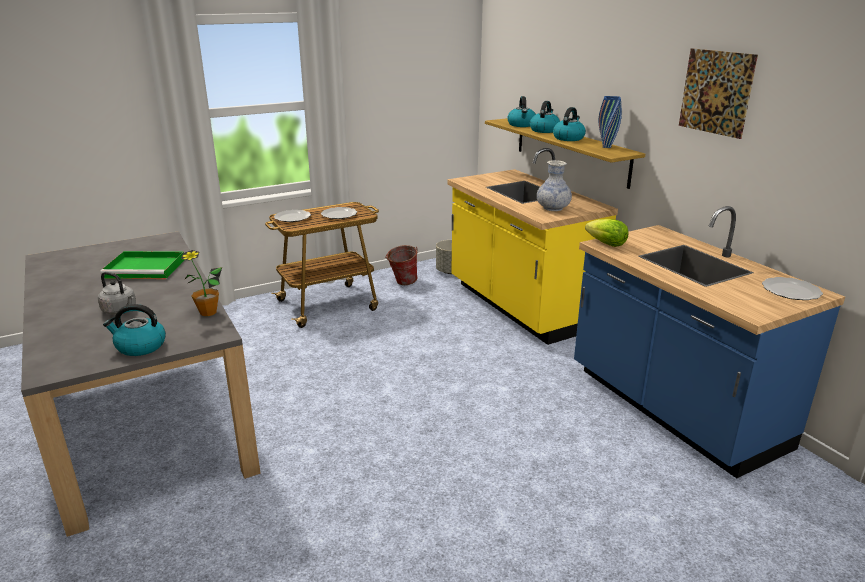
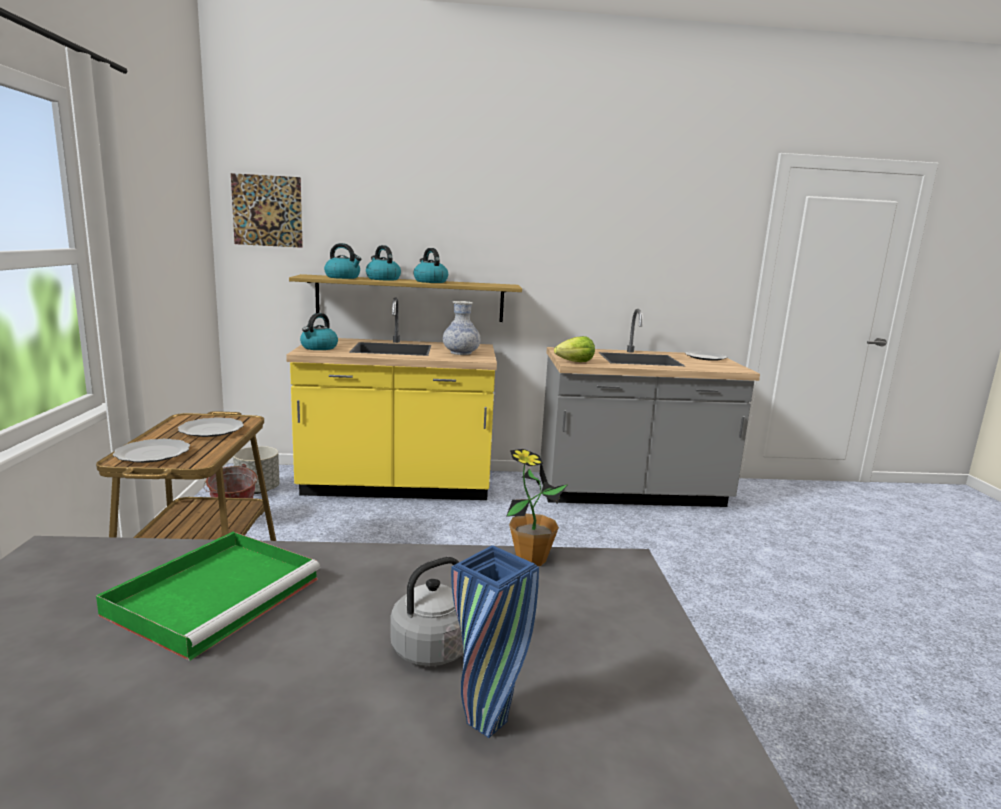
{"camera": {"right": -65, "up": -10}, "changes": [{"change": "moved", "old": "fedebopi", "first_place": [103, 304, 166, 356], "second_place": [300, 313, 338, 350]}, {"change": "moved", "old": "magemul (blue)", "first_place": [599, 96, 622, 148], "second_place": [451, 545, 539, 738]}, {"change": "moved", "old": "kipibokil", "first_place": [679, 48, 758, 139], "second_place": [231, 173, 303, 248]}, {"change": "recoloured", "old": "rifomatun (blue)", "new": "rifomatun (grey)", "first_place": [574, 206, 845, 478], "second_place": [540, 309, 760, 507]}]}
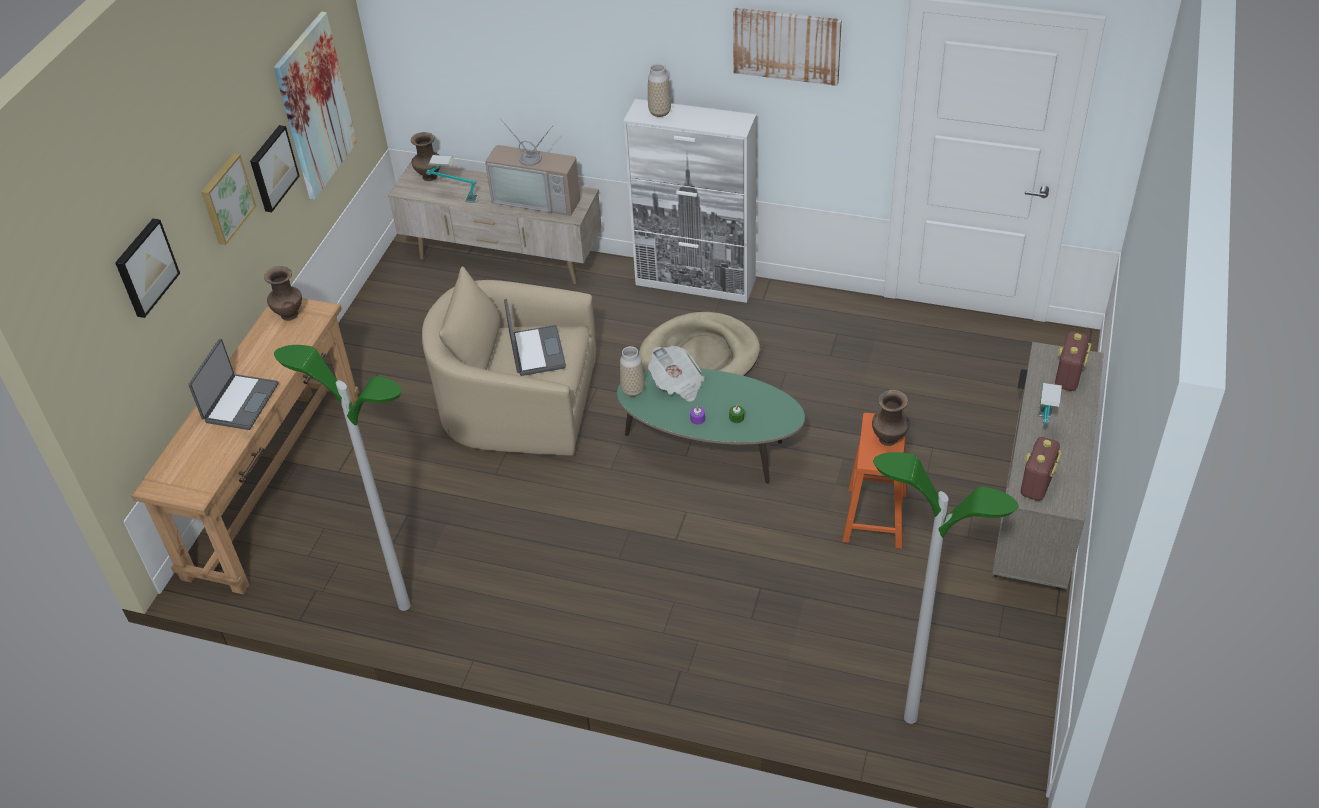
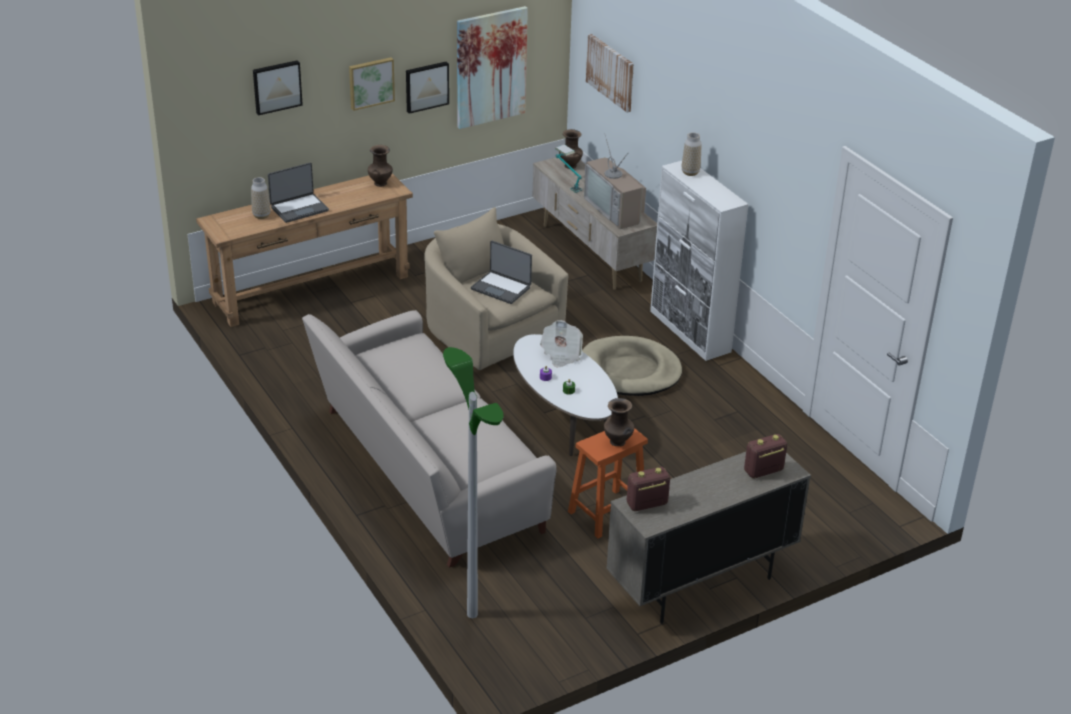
{"camera": {"right": 40, "up": -10}, "changes": [{"change": "removed", "old": "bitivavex", "first_place": [274, 345, 411, 611]}, {"change": "removed", "old": "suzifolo", "first_place": [1038, 383, 1062, 425]}, {"change": "added", "new": "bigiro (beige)", "second_place": [302, 310, 557, 568]}, {"change": "moved", "old": "magemul", "first_place": [620, 346, 645, 397], "second_place": [251, 177, 271, 219]}, {"change": "moved", "old": "kipibokil", "first_place": [733, 7, 842, 86], "second_place": [586, 34, 634, 113]}, {"change": "recoloured", "old": "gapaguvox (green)", "new": "gapaguvox (white)", "first_place": [617, 368, 805, 483], "second_place": [513, 334, 618, 456]}, {"change": "turned", "old": "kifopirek", "first_place": [504, 299, 566, 376], "second_place": [471, 241, 532, 304], "degrees": 90}]}
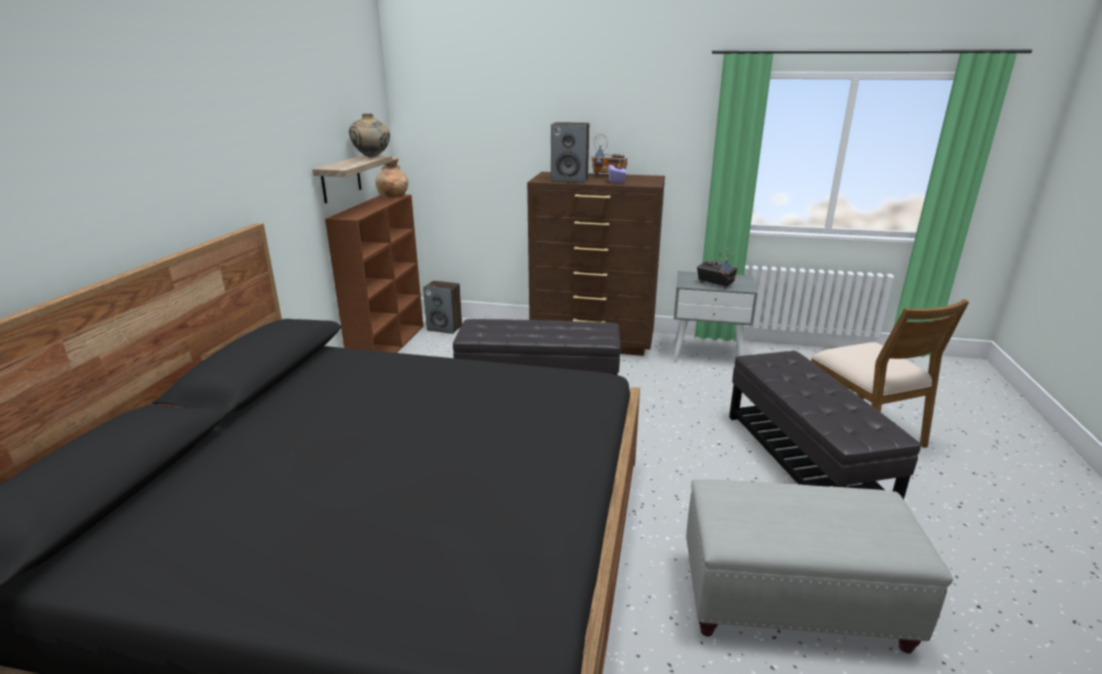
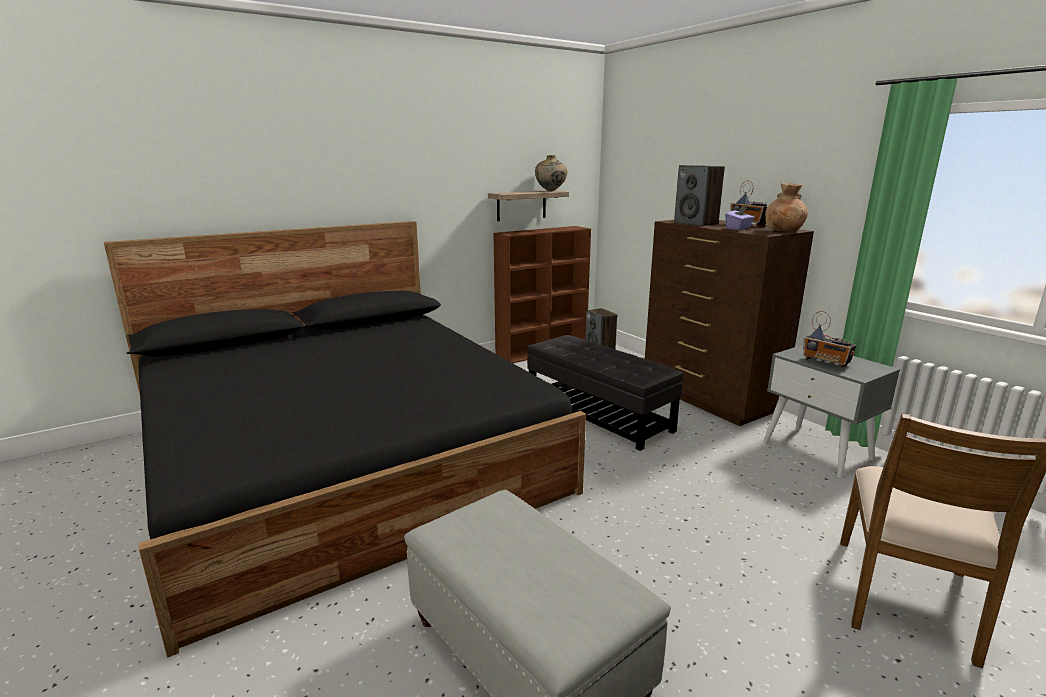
{"camera": {"right": 45, "up": -5}, "changes": [{"change": "removed", "old": "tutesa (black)", "first_place": [729, 351, 921, 499]}, {"change": "moved", "old": "magemul (brown)", "first_place": [375, 157, 408, 197], "second_place": [765, 183, 808, 231]}, {"change": "turned", "old": "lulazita", "first_place": [697, 248, 737, 289], "second_place": [803, 311, 857, 368], "degrees": 135}]}
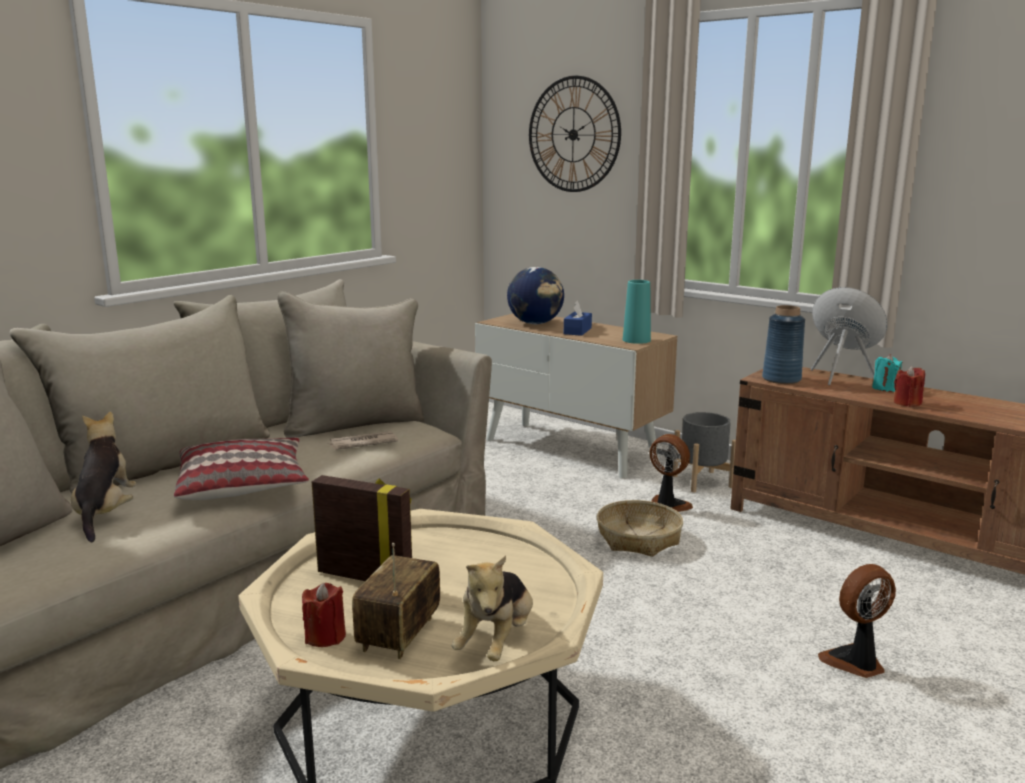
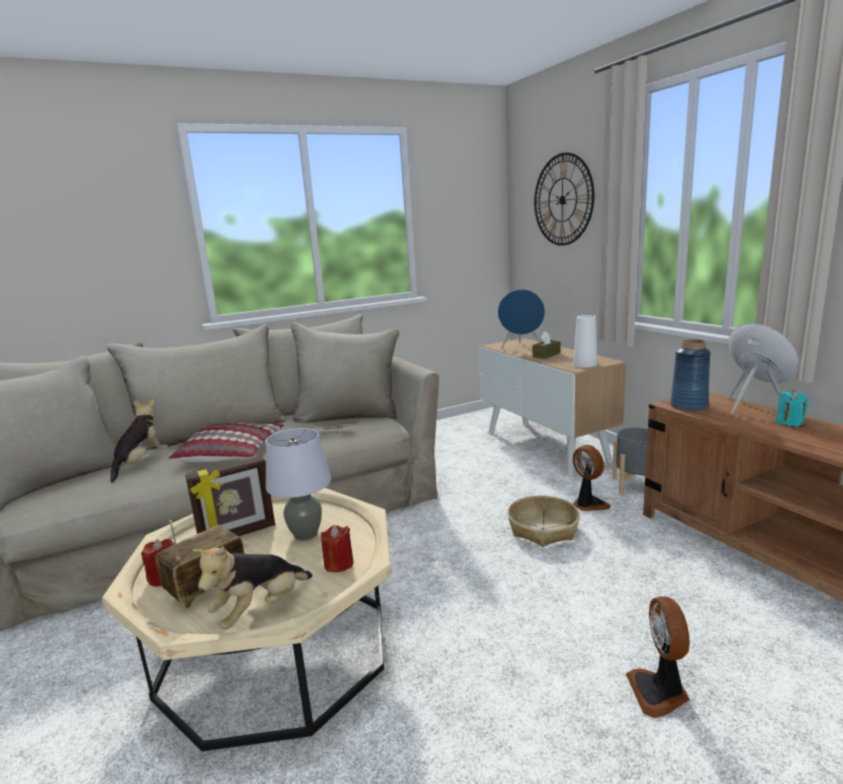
{"camera": {"right": 25, "up": 0}, "changes": [{"change": "added", "new": "suzifolo (grey)", "second_place": [266, 428, 331, 541]}, {"change": "moved", "old": "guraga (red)", "first_place": [894, 366, 925, 407], "second_place": [321, 525, 354, 572]}, {"change": "replaced", "old": "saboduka", "new": "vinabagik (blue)", "first_place": [507, 267, 564, 324], "second_place": [498, 289, 545, 350]}, {"change": "recoloured", "old": "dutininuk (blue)", "new": "dutininuk (brown)", "first_place": [564, 301, 592, 336], "second_place": [532, 331, 561, 359]}, {"change": "recoloured", "old": "magemul (turquoise)", "new": "magemul (white)", "first_place": [623, 280, 651, 344], "second_place": [573, 315, 597, 367]}, {"change": "turned", "old": "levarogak", "first_place": [312, 475, 412, 581], "second_place": [185, 456, 275, 536], "degrees": 105}, {"change": "turned", "old": "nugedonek", "first_place": [818, 564, 896, 678], "second_place": [626, 596, 690, 718], "degrees": -90}]}
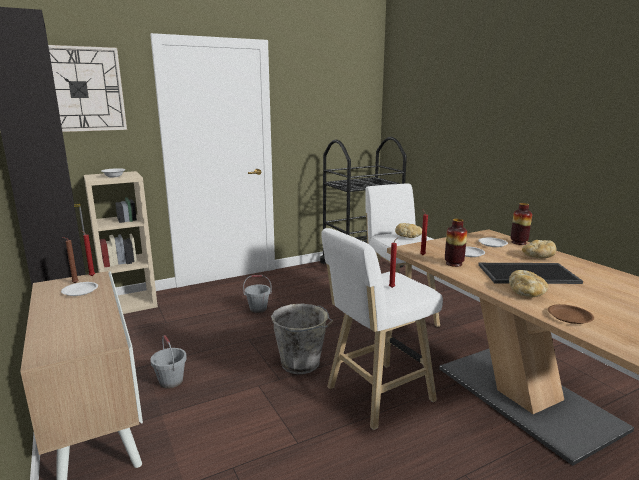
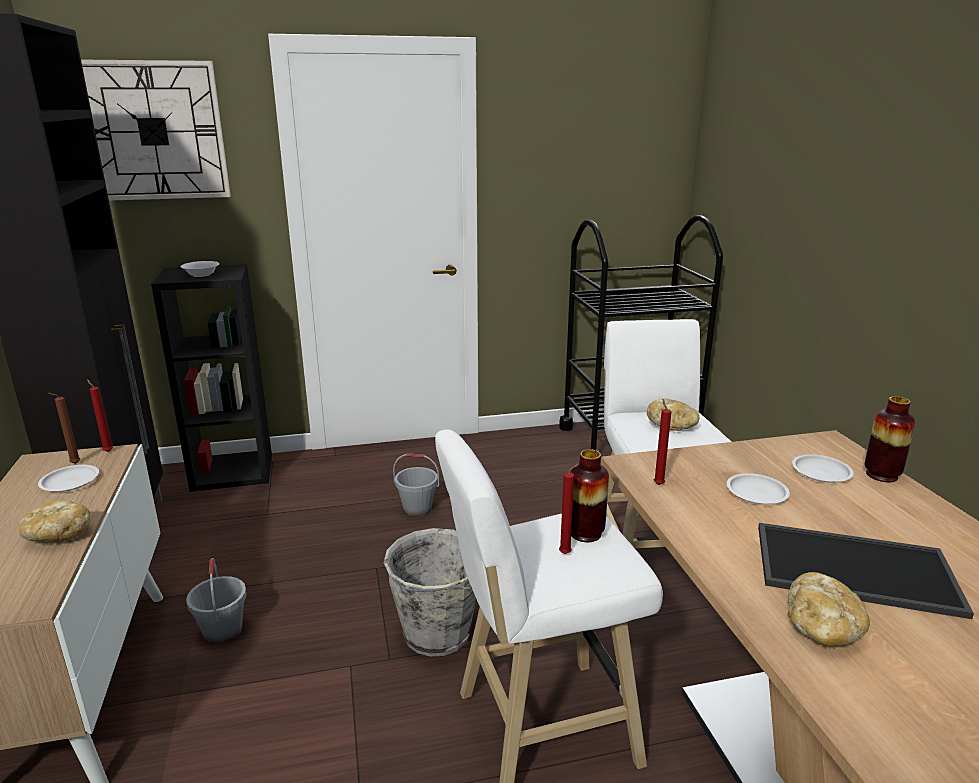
{"camera": {"right": 15, "up": 5}, "changes": [{"change": "removed", "old": "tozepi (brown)", "first_place": [548, 304, 594, 324]}, {"change": "moved", "old": "magemul", "first_place": [445, 219, 467, 267], "second_place": [570, 449, 609, 542]}, {"change": "moved", "old": "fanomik", "first_place": [522, 240, 556, 259], "second_place": [19, 500, 90, 542]}, {"change": "recoloured", "old": "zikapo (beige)", "new": "zikapo (black)", "first_place": [84, 171, 158, 314], "second_place": [151, 264, 272, 492]}]}
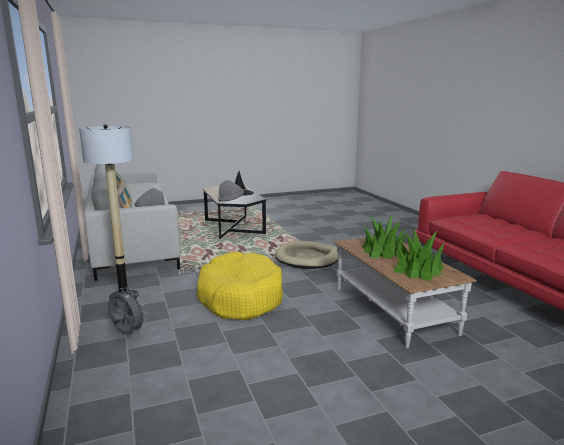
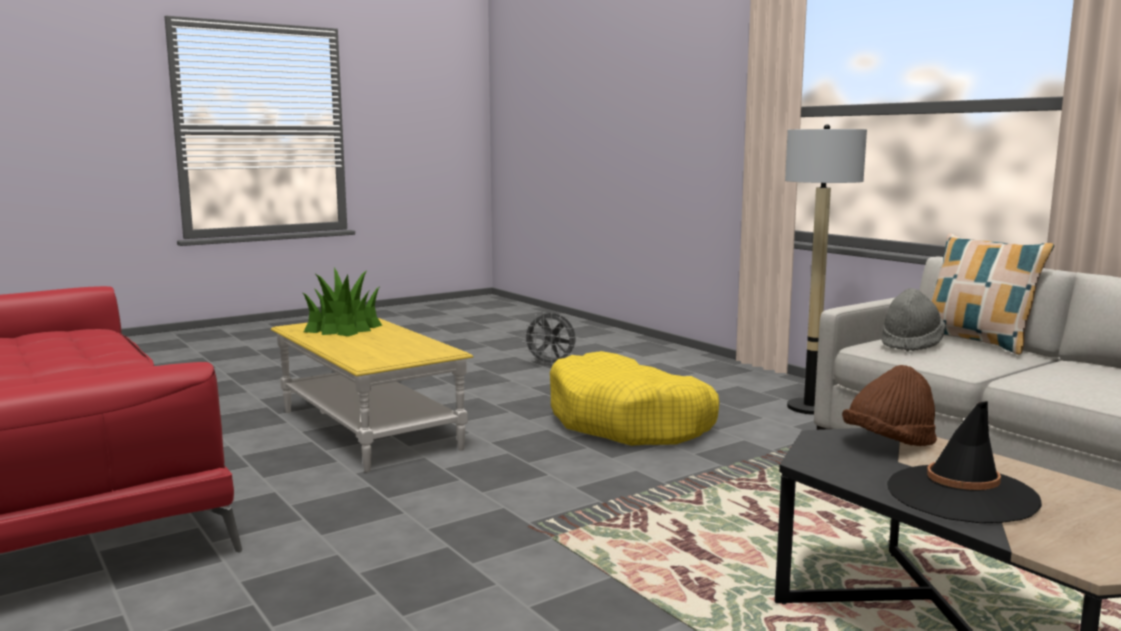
{"camera": {"right": 165, "up": -5}, "changes": [{"change": "removed", "old": "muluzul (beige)", "first_place": [275, 241, 338, 269]}, {"change": "removed", "old": "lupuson", "first_place": [362, 215, 407, 259]}, {"change": "moved", "old": "nugedonek (grey)", "first_place": [108, 288, 147, 334], "second_place": [522, 312, 575, 366]}, {"change": "recoloured", "old": "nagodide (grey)", "new": "nagodide (brown)", "first_place": [218, 180, 244, 201], "second_place": [842, 365, 937, 446]}, {"change": "recoloured", "old": "gapaguvox (brown)", "new": "gapaguvox (yellow)", "first_place": [334, 236, 477, 348], "second_place": [271, 318, 473, 472]}]}
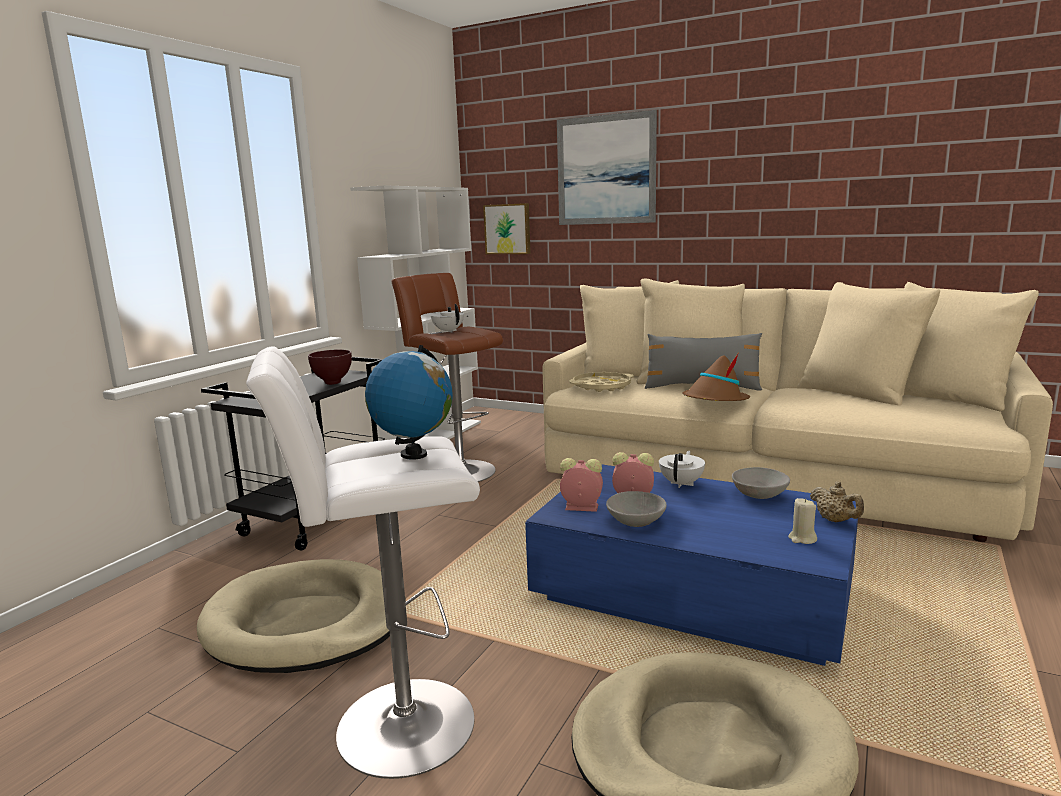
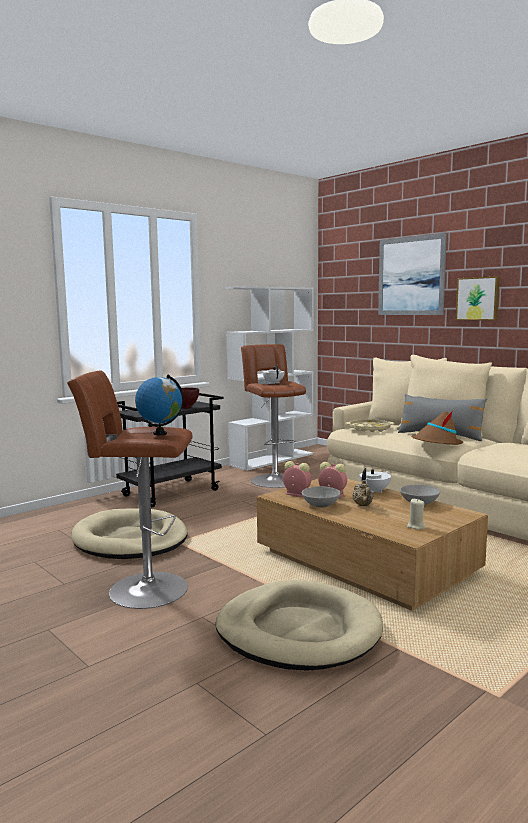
{"camera": {"right": 20, "up": -5}, "changes": [{"change": "moved", "old": "kipibokil", "first_place": [483, 203, 531, 254], "second_place": [456, 276, 500, 321]}, {"change": "moved", "old": "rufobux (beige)", "first_place": [810, 481, 864, 522], "second_place": [352, 480, 373, 506]}, {"change": "recoloured", "old": "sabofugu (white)", "new": "sabofugu (brown)", "first_place": [246, 346, 480, 779], "second_place": [67, 370, 193, 609]}, {"change": "recoloured", "old": "gapaguvox (blue)", "new": "gapaguvox (brown)", "first_place": [525, 465, 858, 666], "second_place": [257, 479, 488, 611]}]}
